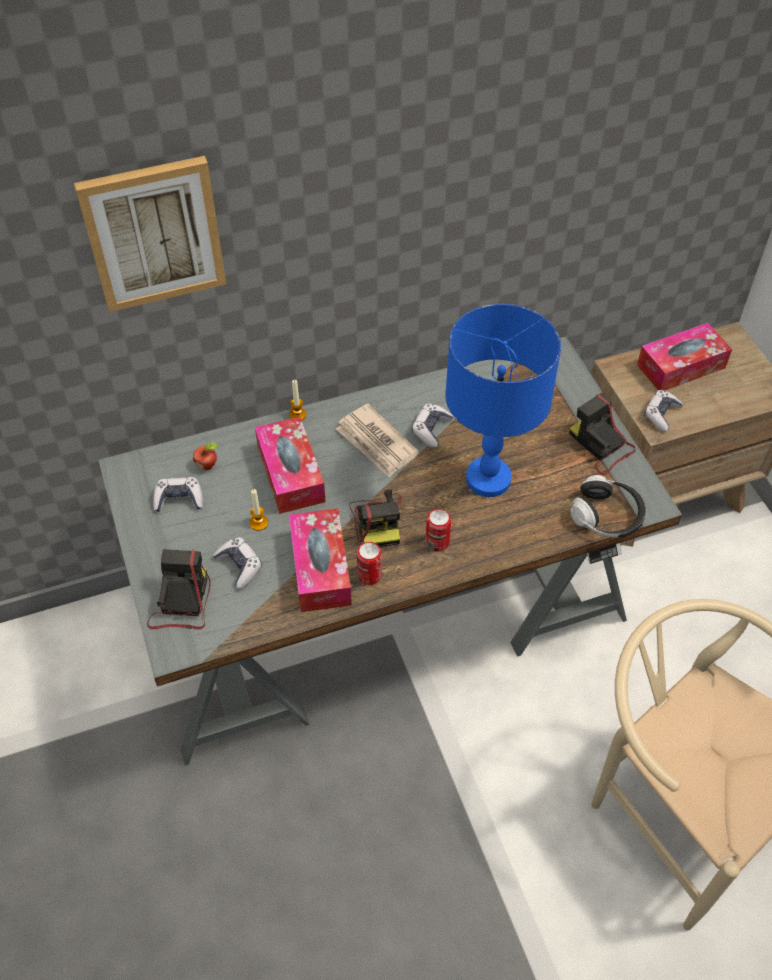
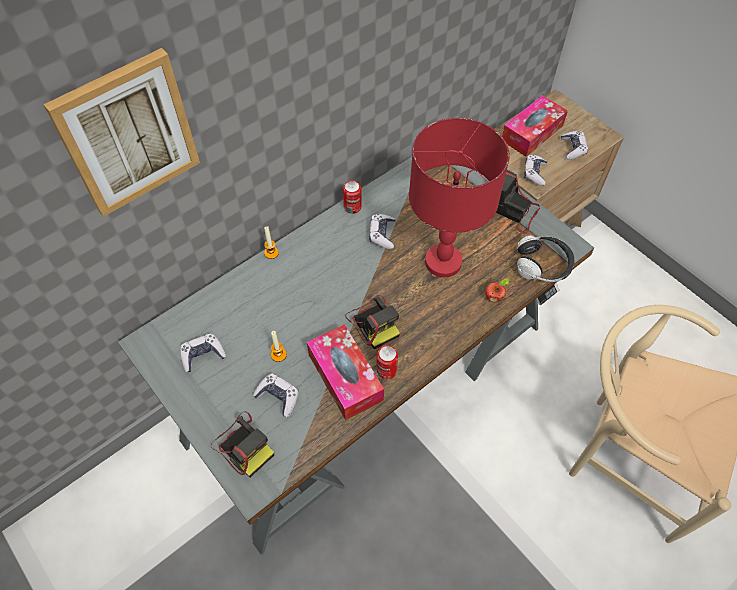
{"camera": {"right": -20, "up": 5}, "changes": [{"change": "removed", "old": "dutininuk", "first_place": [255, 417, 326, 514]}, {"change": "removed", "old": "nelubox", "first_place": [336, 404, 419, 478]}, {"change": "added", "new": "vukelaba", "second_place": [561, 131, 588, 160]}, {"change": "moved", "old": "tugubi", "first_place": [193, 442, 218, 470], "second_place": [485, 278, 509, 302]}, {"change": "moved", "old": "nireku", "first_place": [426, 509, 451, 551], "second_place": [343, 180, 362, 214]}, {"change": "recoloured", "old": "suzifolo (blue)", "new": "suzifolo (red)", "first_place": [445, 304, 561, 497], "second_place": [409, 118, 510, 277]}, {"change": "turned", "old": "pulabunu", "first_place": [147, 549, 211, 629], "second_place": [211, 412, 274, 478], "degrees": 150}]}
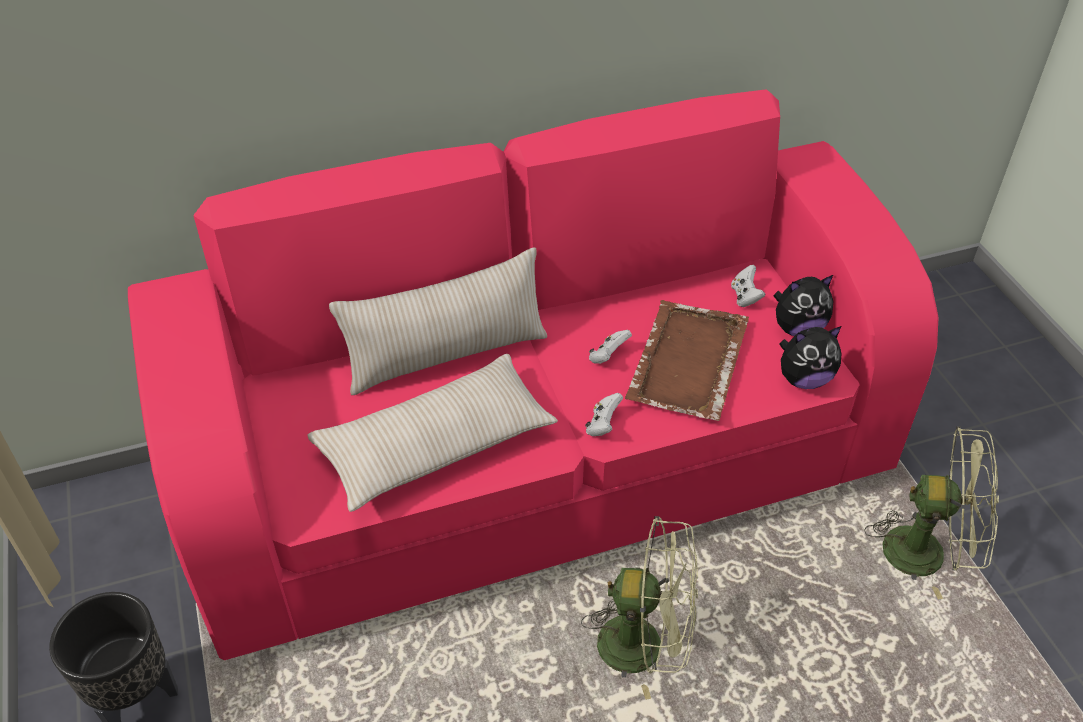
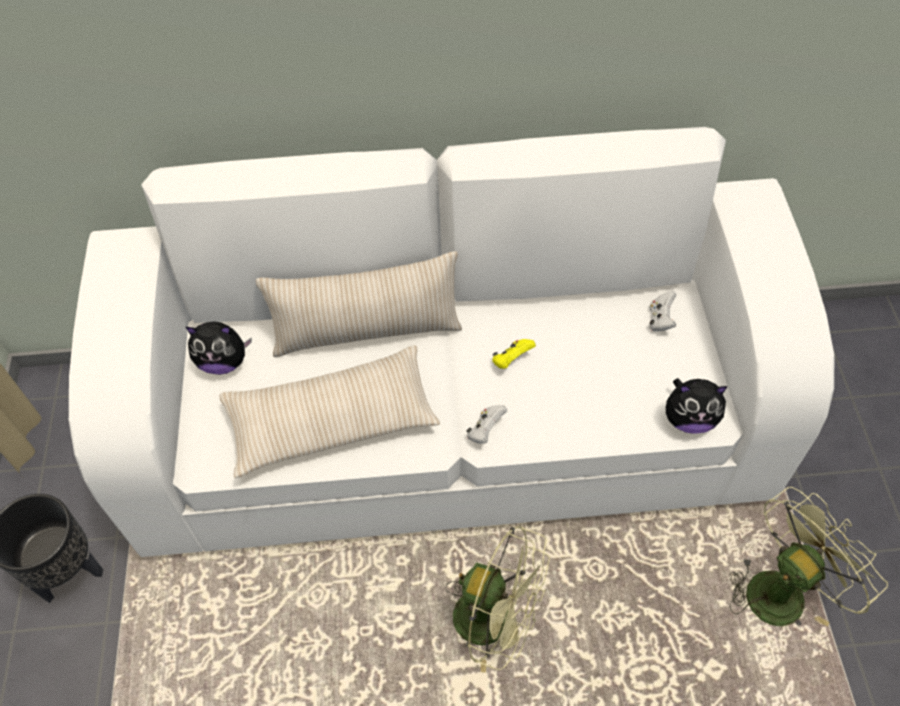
{"camera": {"right": 15, "up": 10}, "changes": [{"change": "removed", "old": "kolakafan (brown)", "first_place": [625, 300, 749, 421]}, {"change": "moved", "old": "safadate", "first_place": [774, 275, 833, 336], "second_place": [186, 321, 252, 375]}, {"change": "recoloured", "old": "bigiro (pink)", "new": "bigiro (white)", "first_place": [128, 89, 939, 660], "second_place": [69, 127, 835, 557]}, {"change": "recoloured", "old": "vukelaba (white)", "new": "vukelaba (yellow)", "first_place": [589, 330, 632, 364], "second_place": [492, 339, 536, 369]}, {"change": "turned", "old": "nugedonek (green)", "first_place": [865, 426, 999, 600], "second_place": [729, 487, 888, 627], "degrees": -60}]}
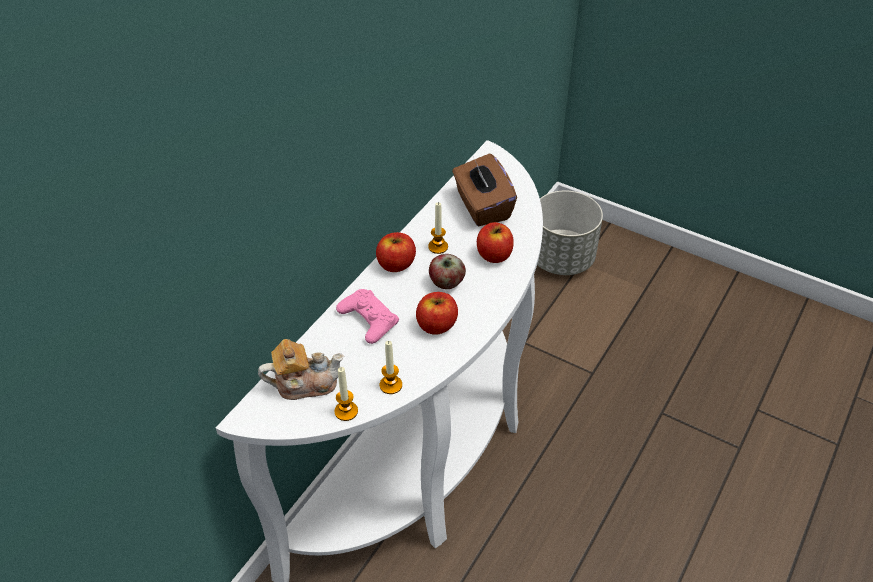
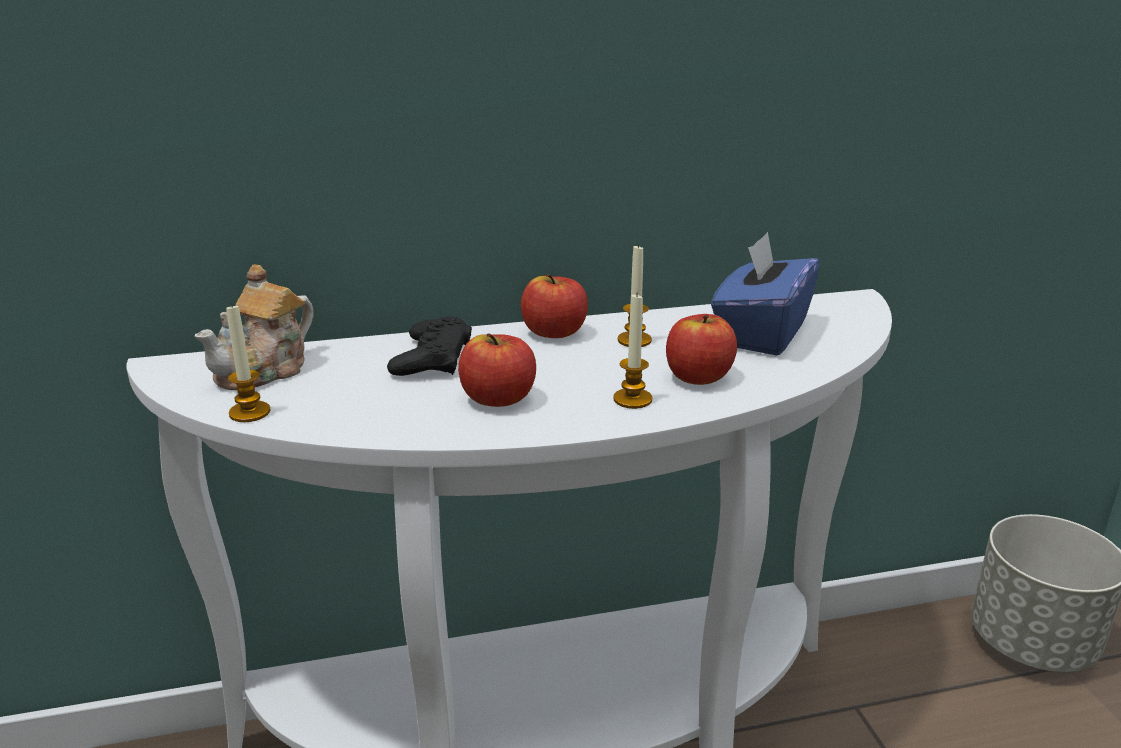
{"camera": {"right": 45, "up": -20}, "changes": [{"change": "removed", "old": "tugubi", "first_place": [429, 254, 466, 289]}, {"change": "moved", "old": "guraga", "first_place": [380, 341, 402, 394], "second_place": [614, 295, 652, 409]}, {"change": "recoloured", "old": "vukelaba (pink)", "new": "vukelaba (black)", "first_place": [336, 289, 399, 344], "second_place": [387, 316, 472, 376]}, {"change": "recoloured", "old": "dutininuk (brown)", "new": "dutininuk (blue)", "first_place": [452, 153, 517, 226], "second_place": [711, 232, 820, 356]}, {"change": "turned", "old": "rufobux", "first_place": [258, 339, 344, 400], "second_place": [194, 264, 314, 390], "degrees": 90}]}
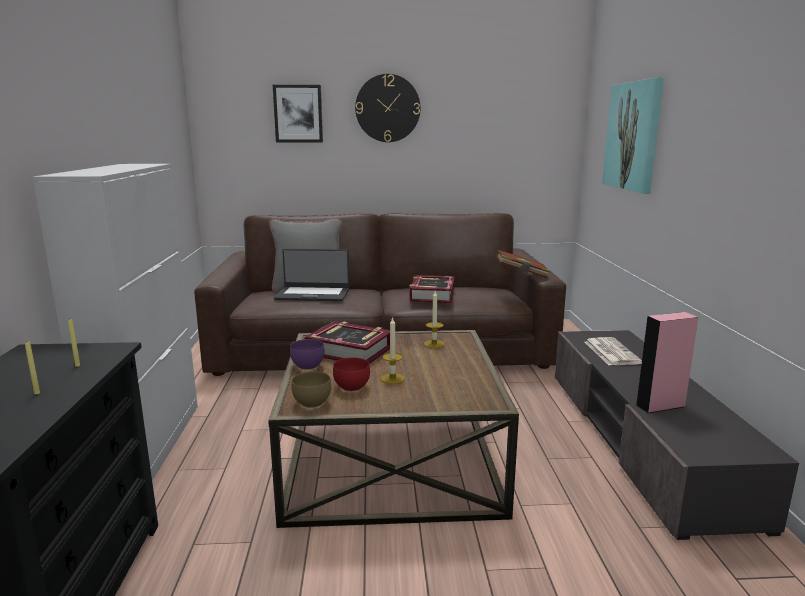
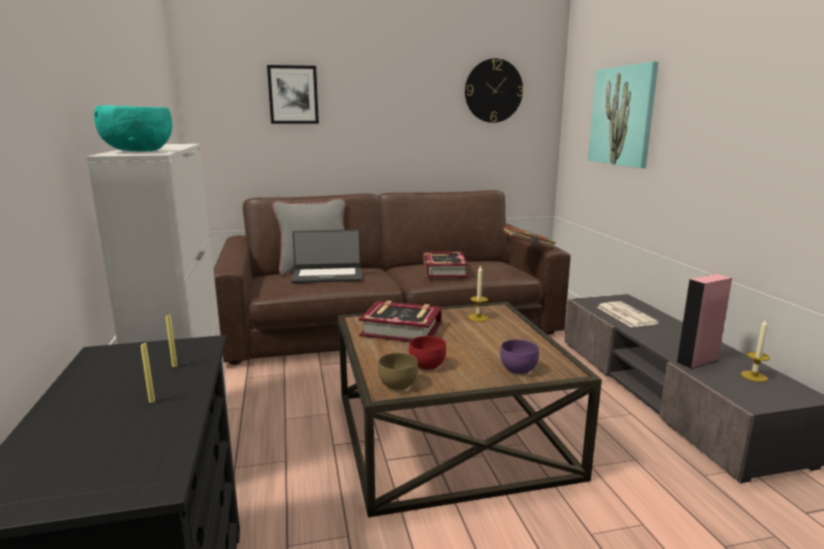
{"camera": {"right": -10, "up": 0}, "changes": [{"change": "added", "new": "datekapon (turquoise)", "second_place": [94, 106, 172, 152]}, {"change": "moved", "old": "datekapon (purple)", "first_place": [290, 339, 325, 370], "second_place": [500, 339, 539, 375]}, {"change": "moved", "old": "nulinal", "first_place": [355, 74, 420, 142], "second_place": [465, 58, 523, 123]}, {"change": "moved", "old": "guraga", "first_place": [381, 317, 405, 384], "second_place": [741, 318, 770, 382]}]}
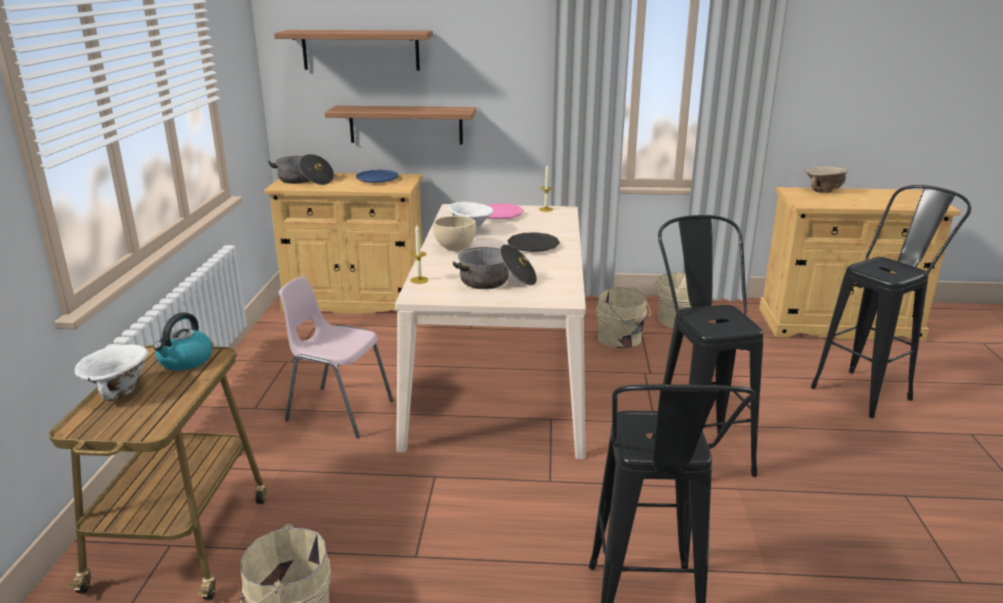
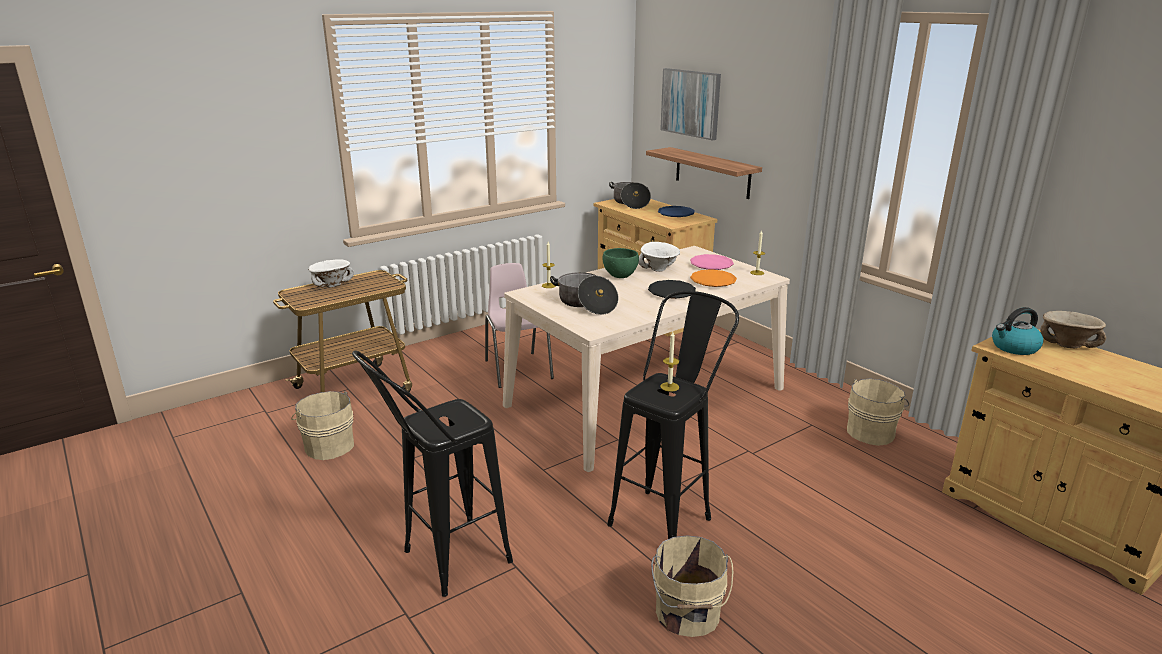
{"camera": {"right": 50, "up": 0}, "changes": [{"change": "removed", "old": "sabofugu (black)", "first_place": [811, 185, 971, 418]}, {"change": "added", "new": "guraga", "second_place": [660, 332, 679, 392]}, {"change": "added", "new": "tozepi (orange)", "second_place": [690, 269, 737, 287]}, {"change": "moved", "old": "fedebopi", "first_place": [153, 312, 212, 370], "second_place": [992, 307, 1044, 355]}, {"change": "moved", "old": "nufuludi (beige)", "first_place": [596, 287, 651, 348], "second_place": [651, 535, 733, 637]}, {"change": "replaced", "old": "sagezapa", "new": "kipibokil", "first_place": [274, 30, 433, 71], "second_place": [660, 68, 721, 141]}, {"change": "recoloured", "old": "datekapon (beige)", "new": "datekapon (green)", "first_place": [433, 216, 476, 251], "second_place": [603, 248, 639, 278]}]}
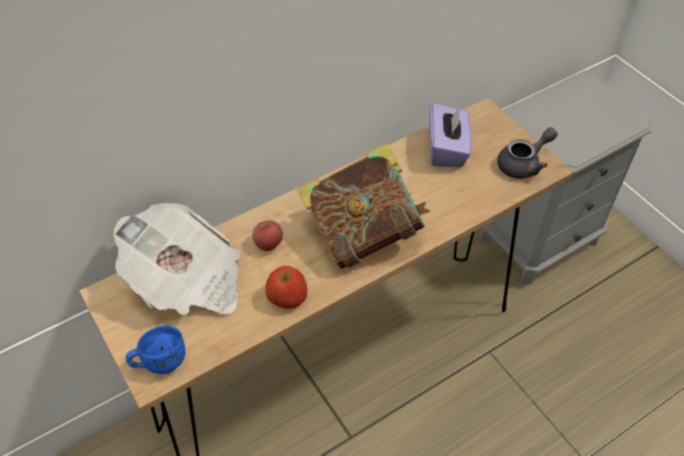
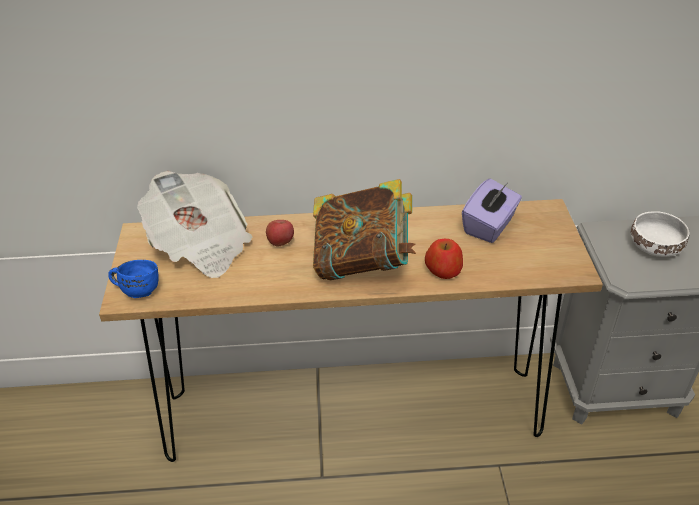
{"camera": {"right": 30, "up": -10}, "changes": [{"change": "removed", "old": "rufobux (grey)", "first_place": [497, 127, 557, 179]}, {"change": "added", "new": "datekapon (white)", "second_place": [631, 211, 689, 257]}, {"change": "moved", "old": "tugubi", "first_place": [265, 266, 308, 309], "second_place": [425, 239, 463, 279]}]}
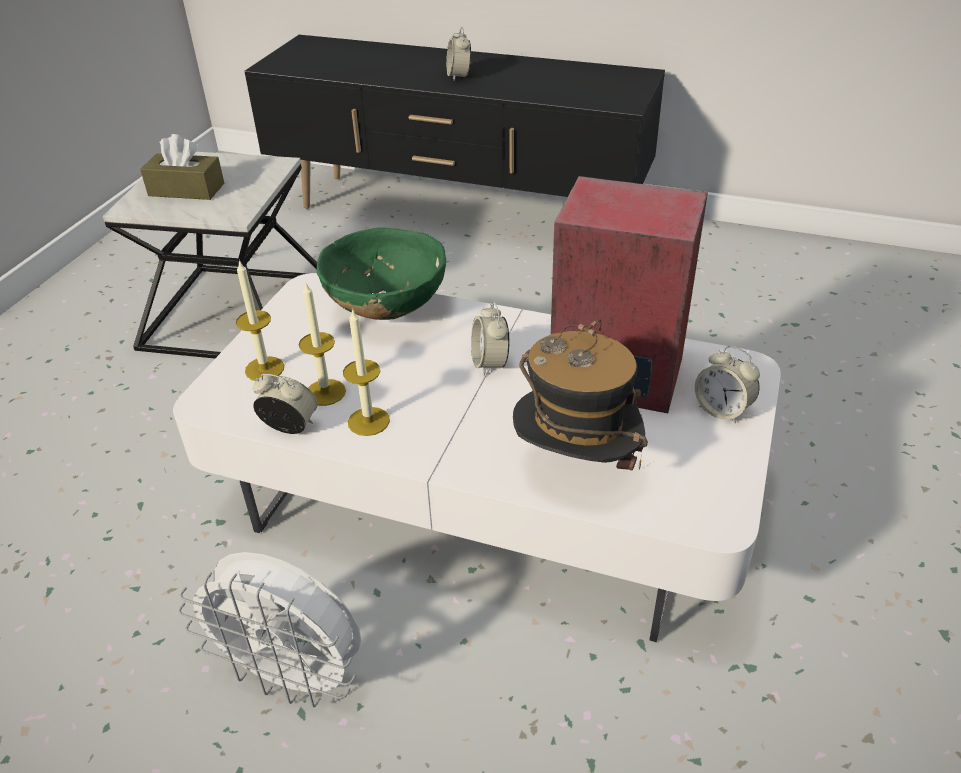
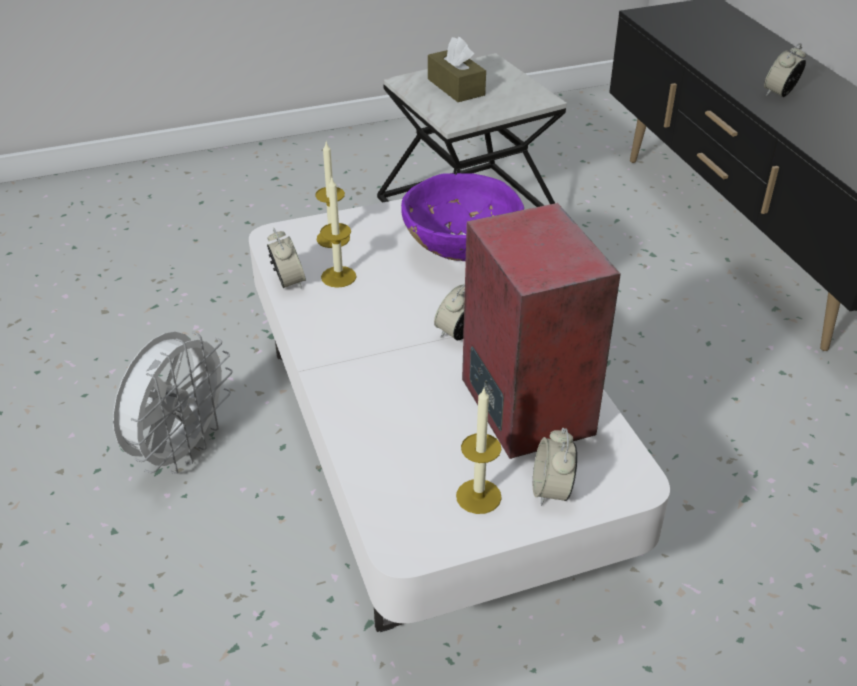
{"camera": {"right": 50, "up": 0}, "changes": [{"change": "removed", "old": "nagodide", "first_place": [513, 319, 648, 470]}, {"change": "moved", "old": "guraga", "first_place": [343, 308, 390, 436], "second_place": [456, 389, 502, 514]}, {"change": "recoloured", "old": "datekapon (green)", "new": "datekapon (purple)", "first_place": [317, 227, 446, 320], "second_place": [401, 173, 524, 261]}, {"change": "turned", "old": "nugedonek (white)", "first_place": [178, 552, 361, 708], "second_place": [113, 331, 232, 474], "degrees": -135}]}
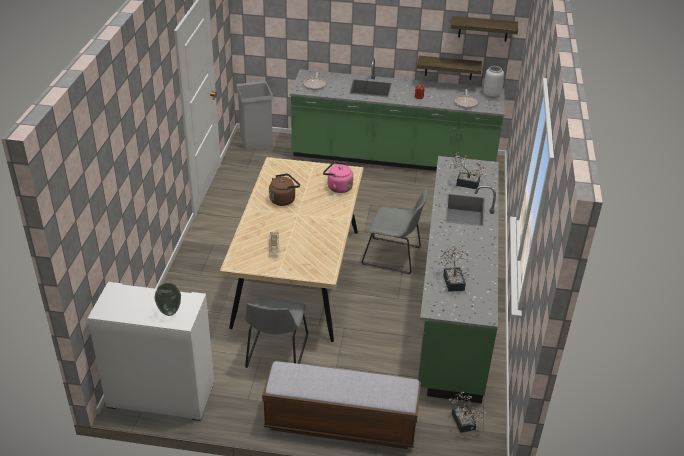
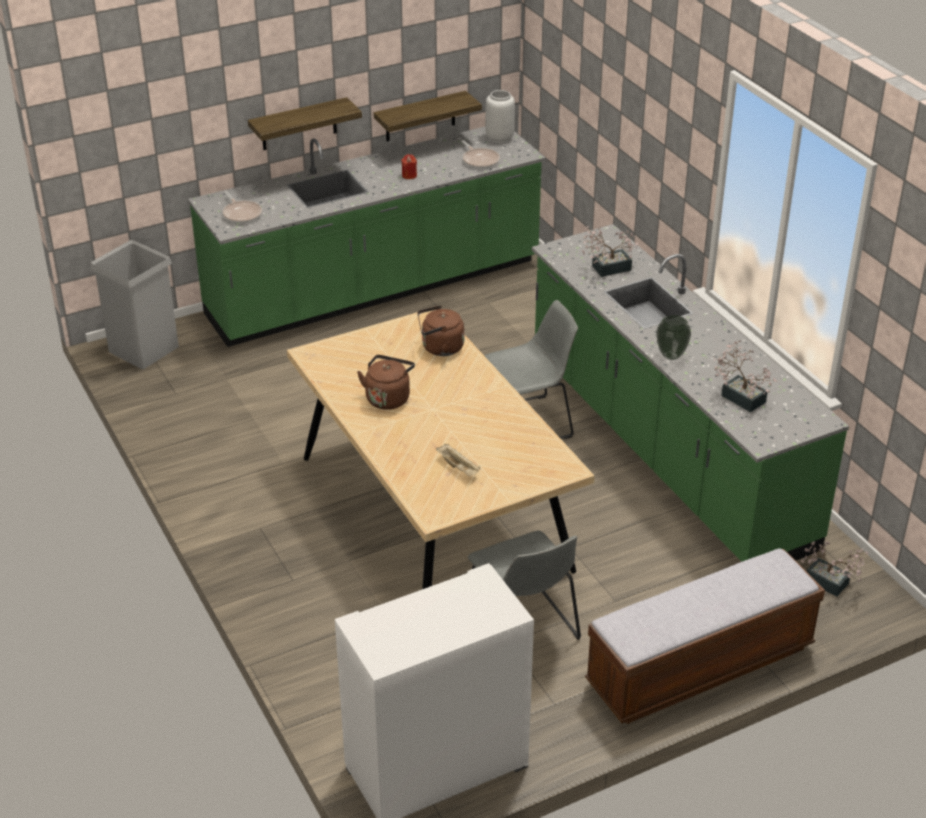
{"camera": {"right": -35, "up": 0}, "changes": [{"change": "moved", "old": "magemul", "first_place": [154, 283, 181, 316], "second_place": [656, 315, 691, 360]}, {"change": "moved", "old": "sagezapa", "first_place": [451, 16, 518, 42], "second_place": [248, 97, 362, 150]}, {"change": "recoloured", "old": "fedebopi (pink)", "new": "fedebopi (brown)", "first_place": [323, 162, 353, 193], "second_place": [417, 305, 464, 356]}]}
